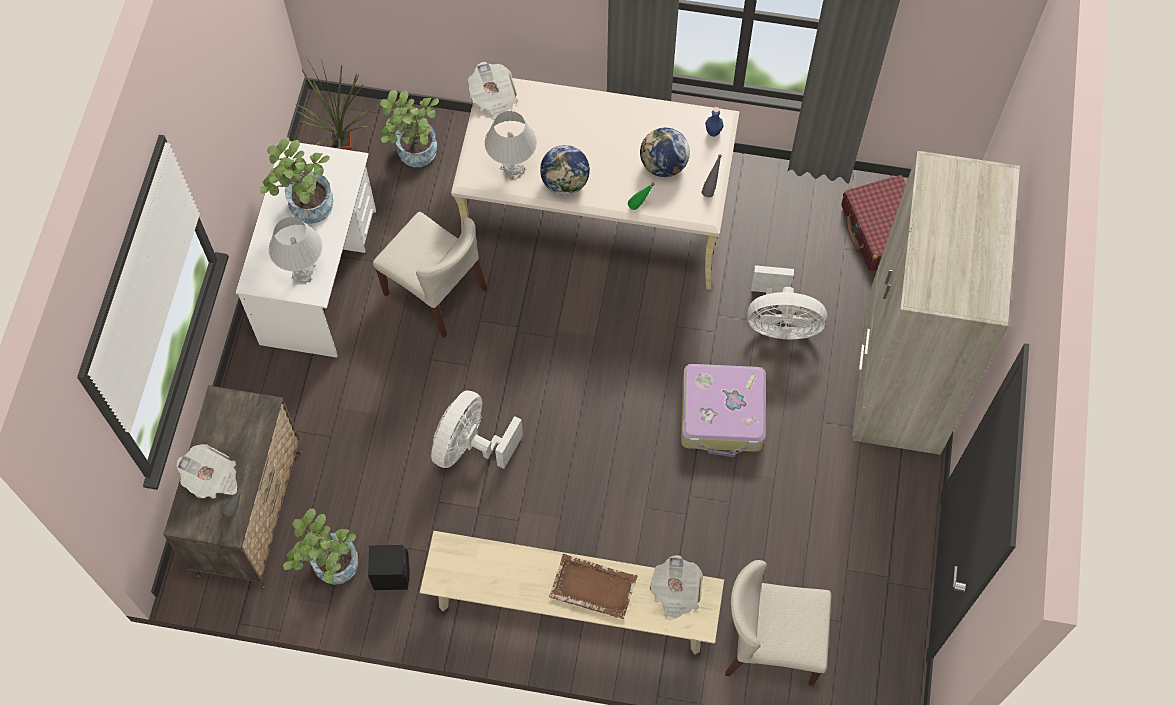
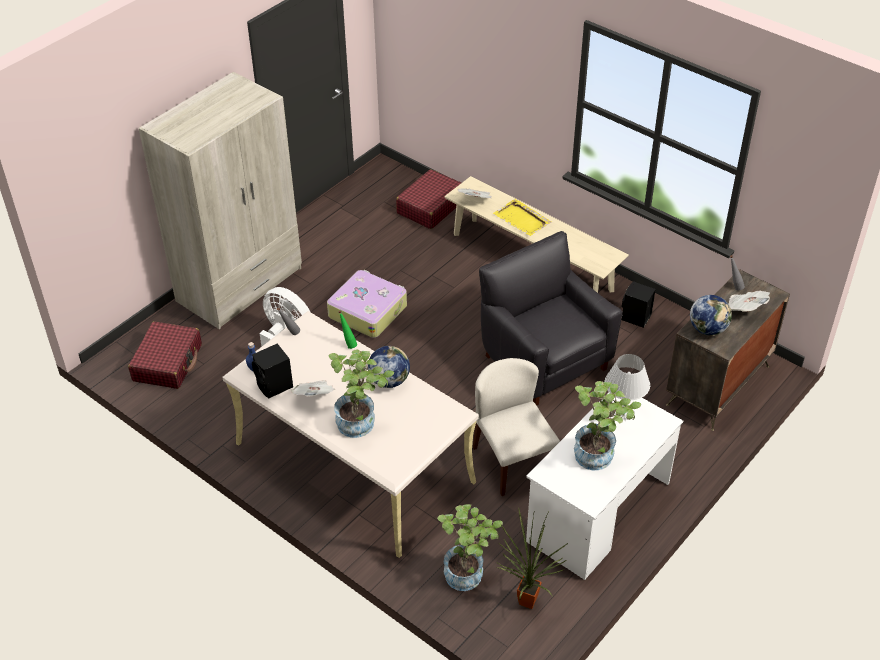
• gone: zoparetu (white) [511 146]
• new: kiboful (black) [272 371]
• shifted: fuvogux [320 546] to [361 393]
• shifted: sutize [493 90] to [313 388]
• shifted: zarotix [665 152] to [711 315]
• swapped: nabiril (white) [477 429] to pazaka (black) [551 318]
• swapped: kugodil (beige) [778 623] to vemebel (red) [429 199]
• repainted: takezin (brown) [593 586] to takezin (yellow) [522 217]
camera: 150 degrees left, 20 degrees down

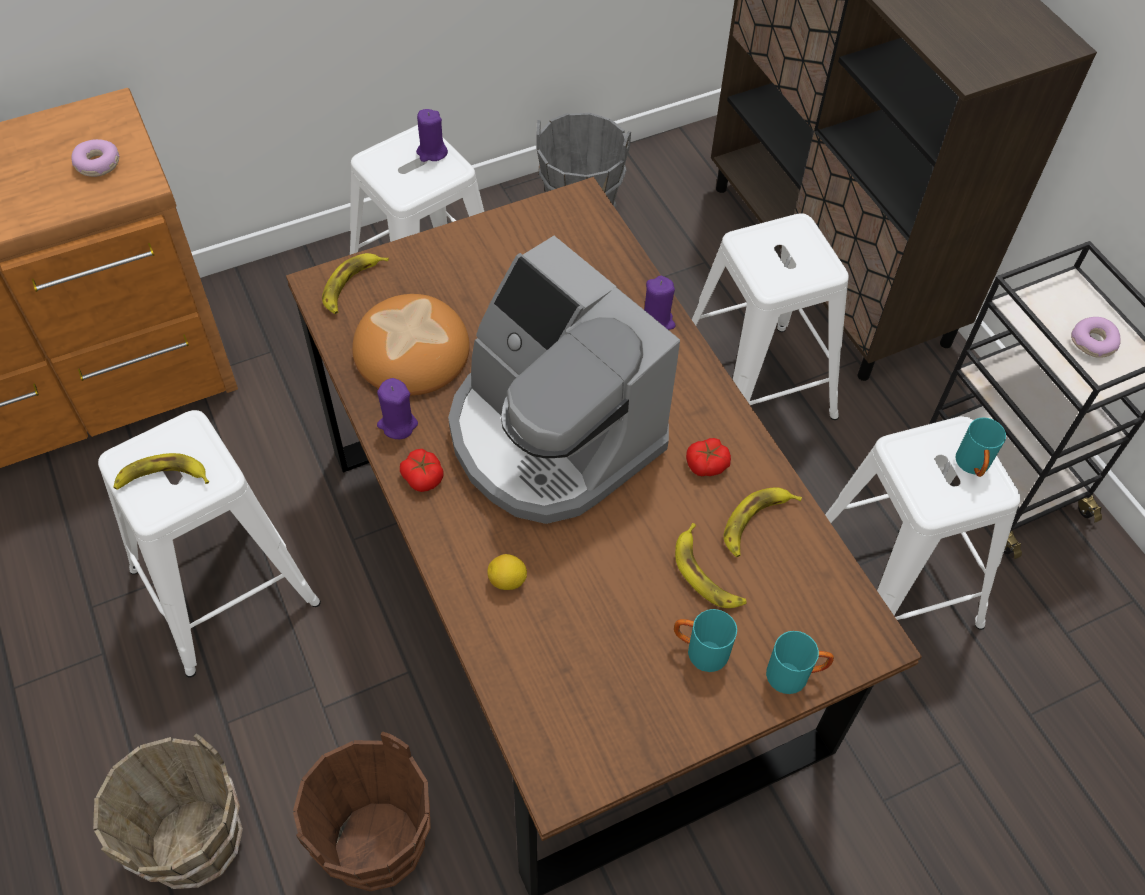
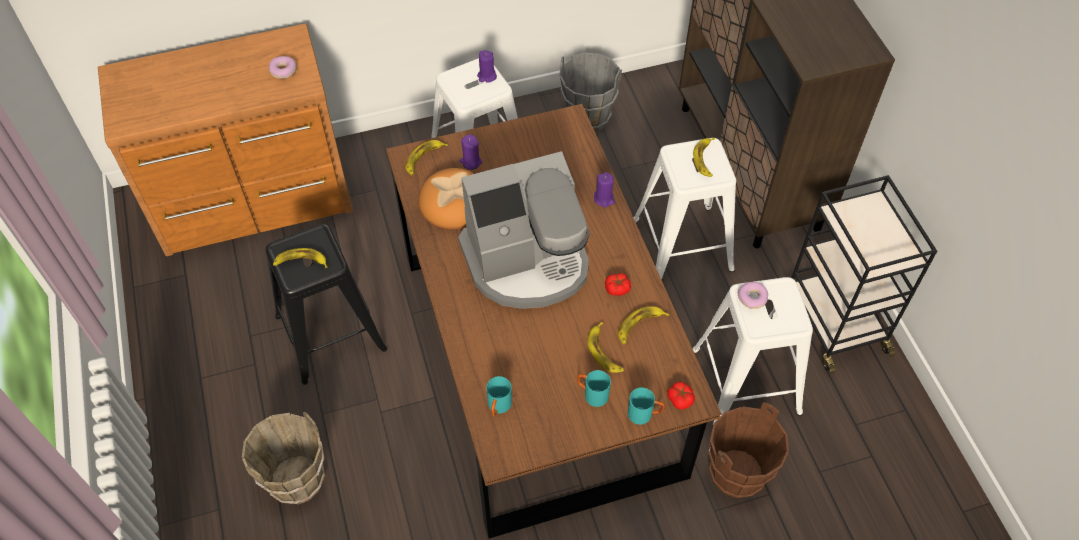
• gone: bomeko [507 572]
• new: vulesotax [704 157]
• shifted: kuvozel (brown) [362 811] to [748 450]
• shifted: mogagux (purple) [397 408] to [471 152]
• shifted: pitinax [422 470] to [681 395]
• shifted: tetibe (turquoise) [980 447] to [499 396]
• shifted: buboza [1096 337] to [753 295]
• repainted: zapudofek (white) [209 544] to zapudofek (black) [326 304]
• rotated: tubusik [564 380] = [524 230] 75 degrees counterclockwise
camera: 10 degrees right, 0 degrees up

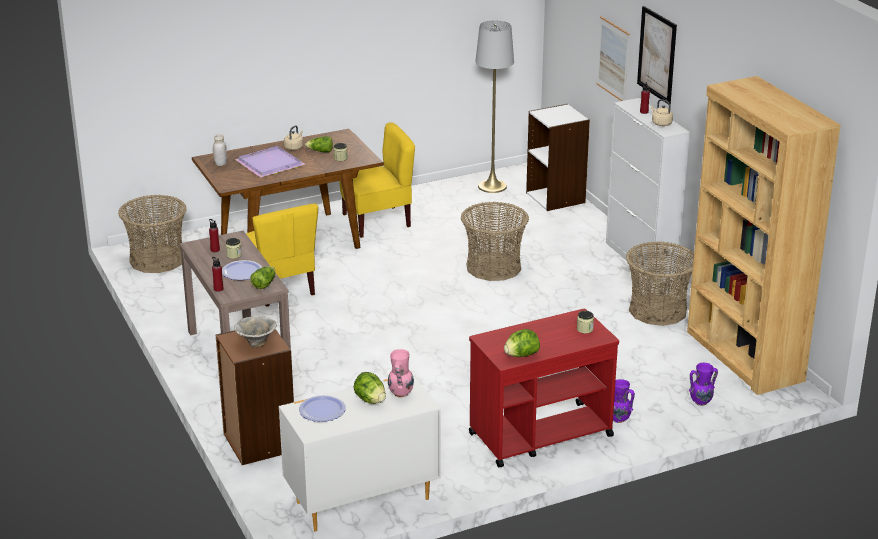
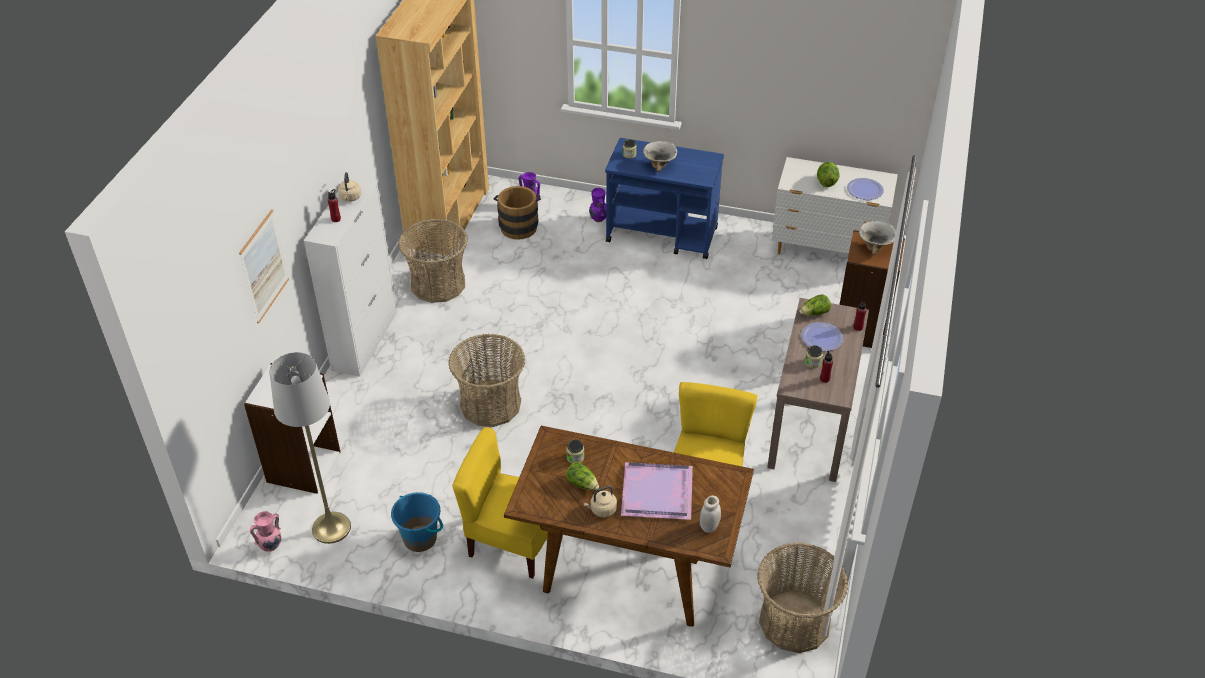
• gone: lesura [522 343]
• gone: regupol [657 55]
• new: kuvozel (blue) [417 522]
• new: kuvozel (brown) [517 213]
• new: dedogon [660 156]
• shifted: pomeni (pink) [401 373] to [265 531]
• repainted: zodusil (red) [544 388] to zodusil (blue) [664 198]
camera: 140 degrees left, 15 degrees up

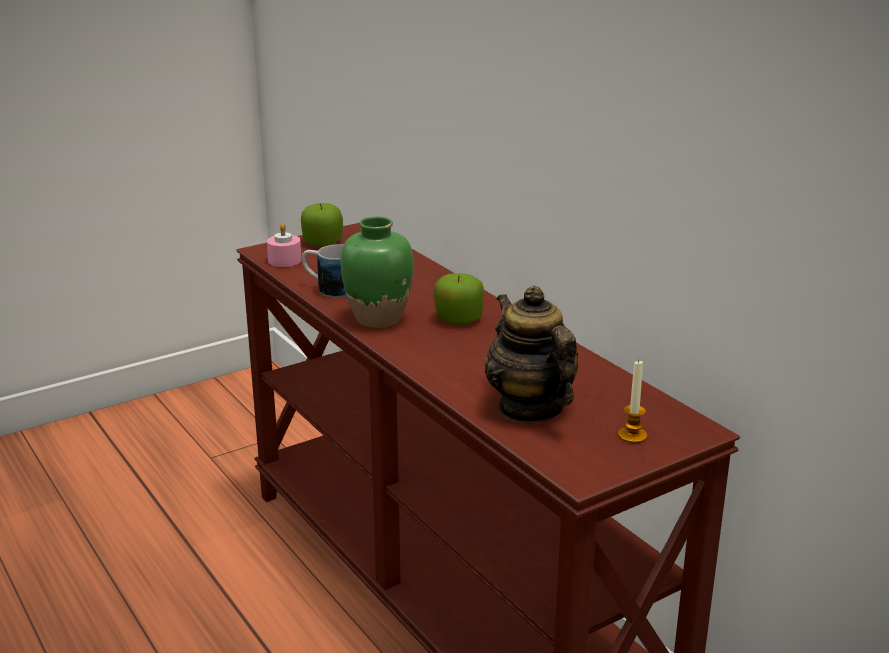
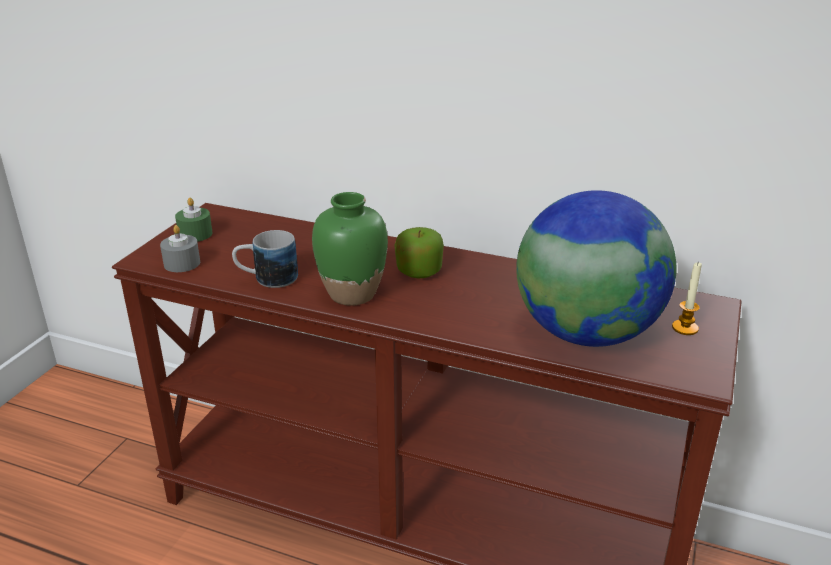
• swapped: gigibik [322 225] to mogagux (green) [194 220]
• swapped: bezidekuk [531 354] to zarotix [596 268]
• repainted: mogagux (pink) [284 245] to mogagux (grey) [180 248]
camera: 35 degrees left, 5 degrees up

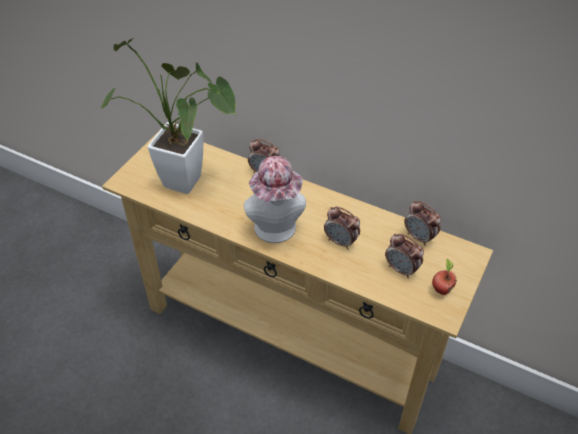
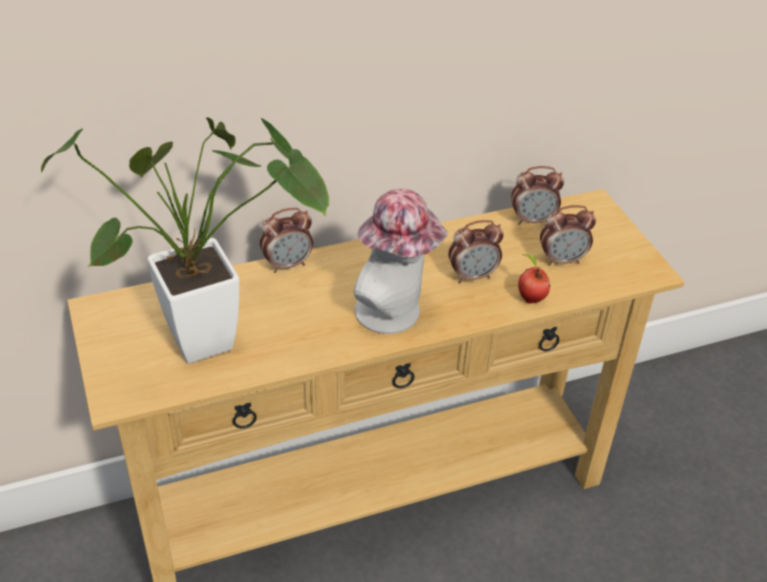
• shifted: gigibik [444 277] to [534 278]
camera: 50 degrees left, 5 degrees down

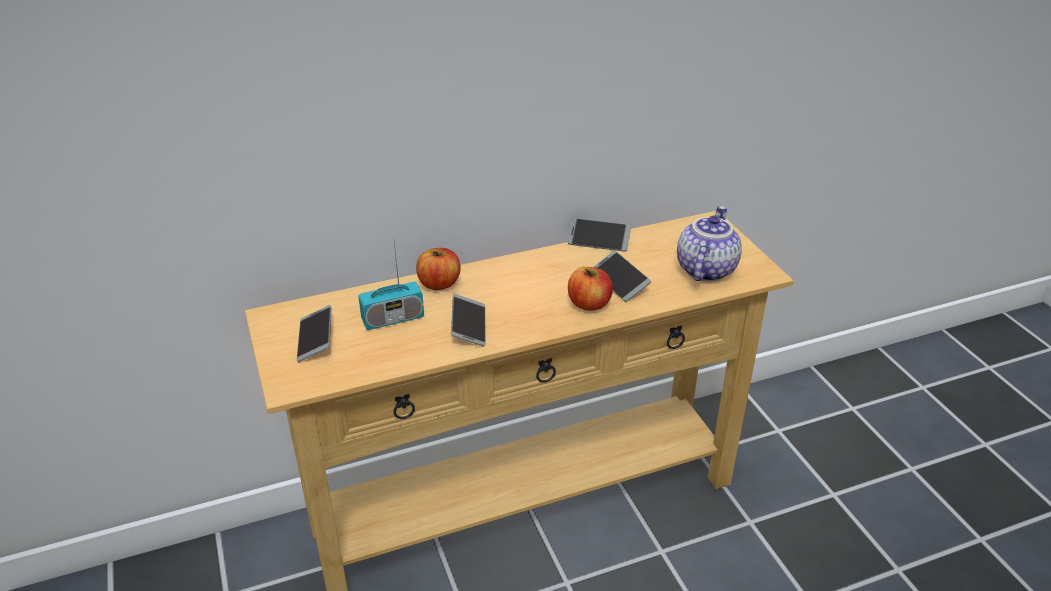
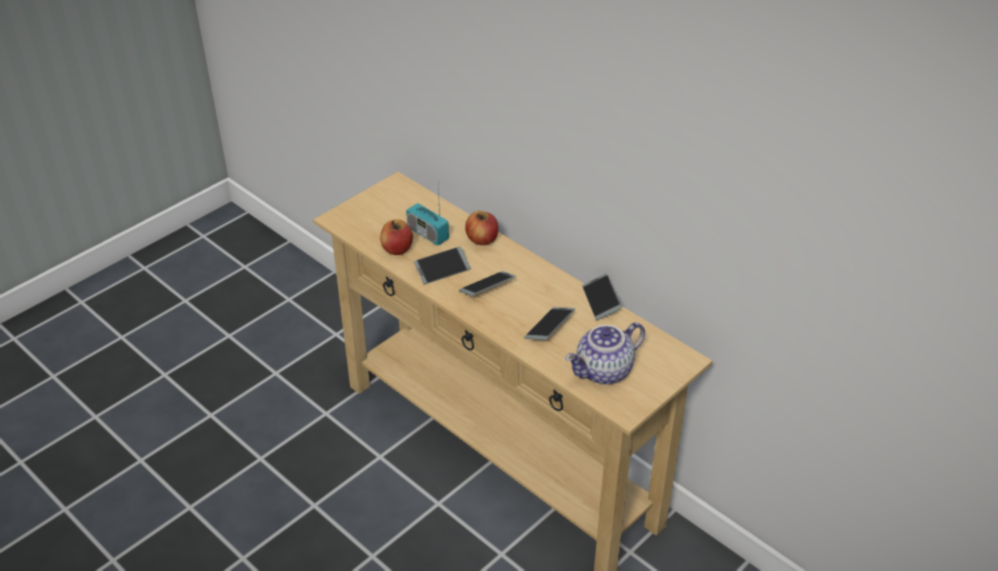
• shifted: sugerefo [314 333] to [487 283]
• shifted: gigibik [590 289] to [396 237]
• rotated: bezidekuk [709 243] = [605 353] 150 degrees clockwise
camera: 65 degrees right, 5 degrees up

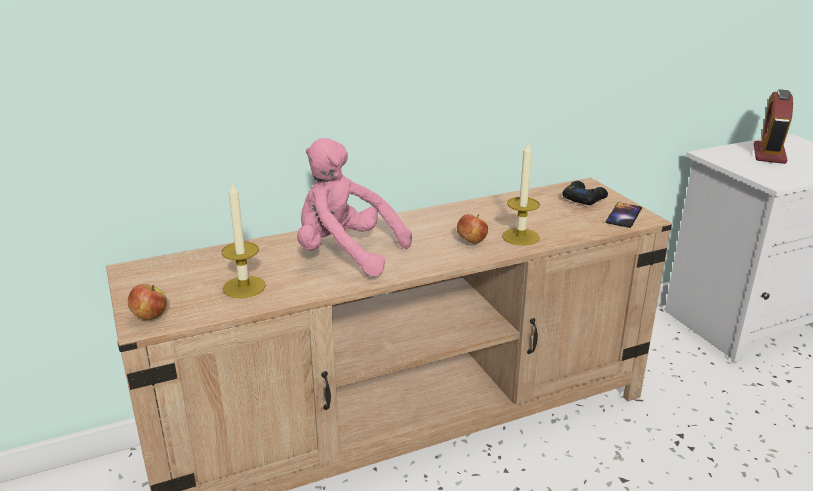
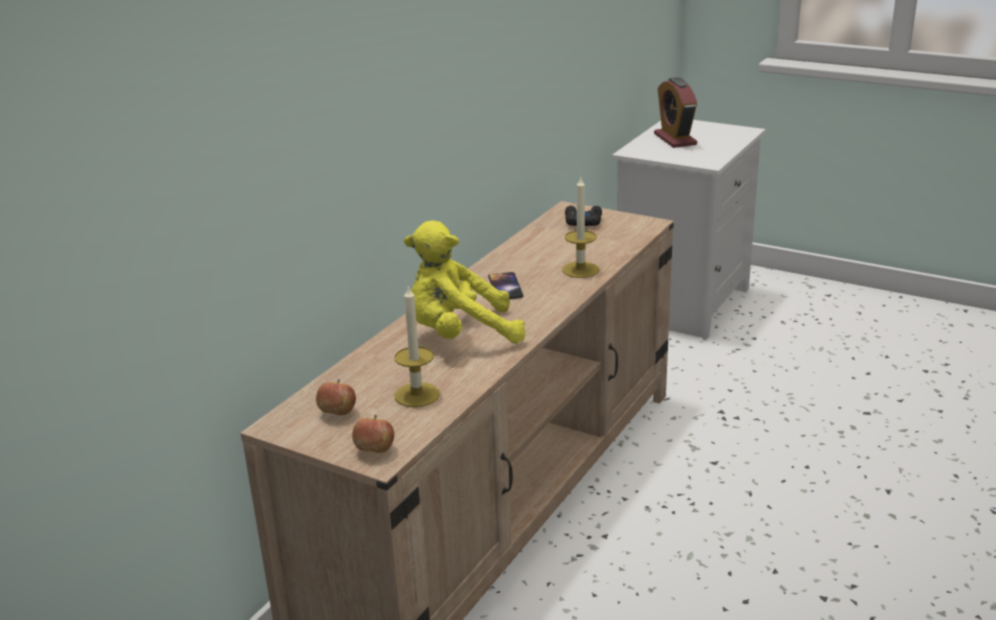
• shifted: gigibik [472 229] to [336 397]
• shifted: sugerefo [624 215] to [505 285]
• repainted: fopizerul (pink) [354 207] to fopizerul (yellow) [465 282]
camera: 35 degrees left, 0 degrees up

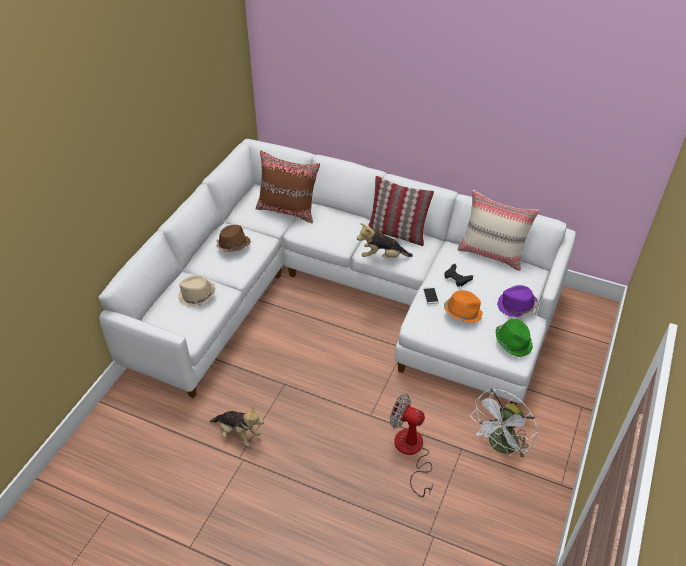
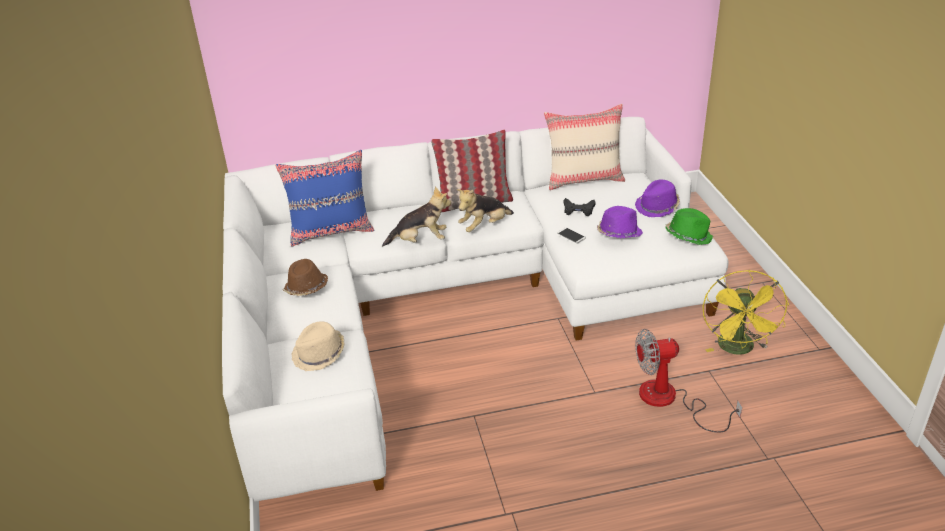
• shifted: fopizerul [237 426] to [416 216]
• repainted: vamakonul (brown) [288 186] to vamakonul (blue) [325 198]
• repainted: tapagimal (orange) [463 306] to tapagimal (purple) [620 222]
• repainted: nabiril (white) [504 423] to nabiril (yellow) [746 312]
camera: 35 degrees left, 10 degrees down

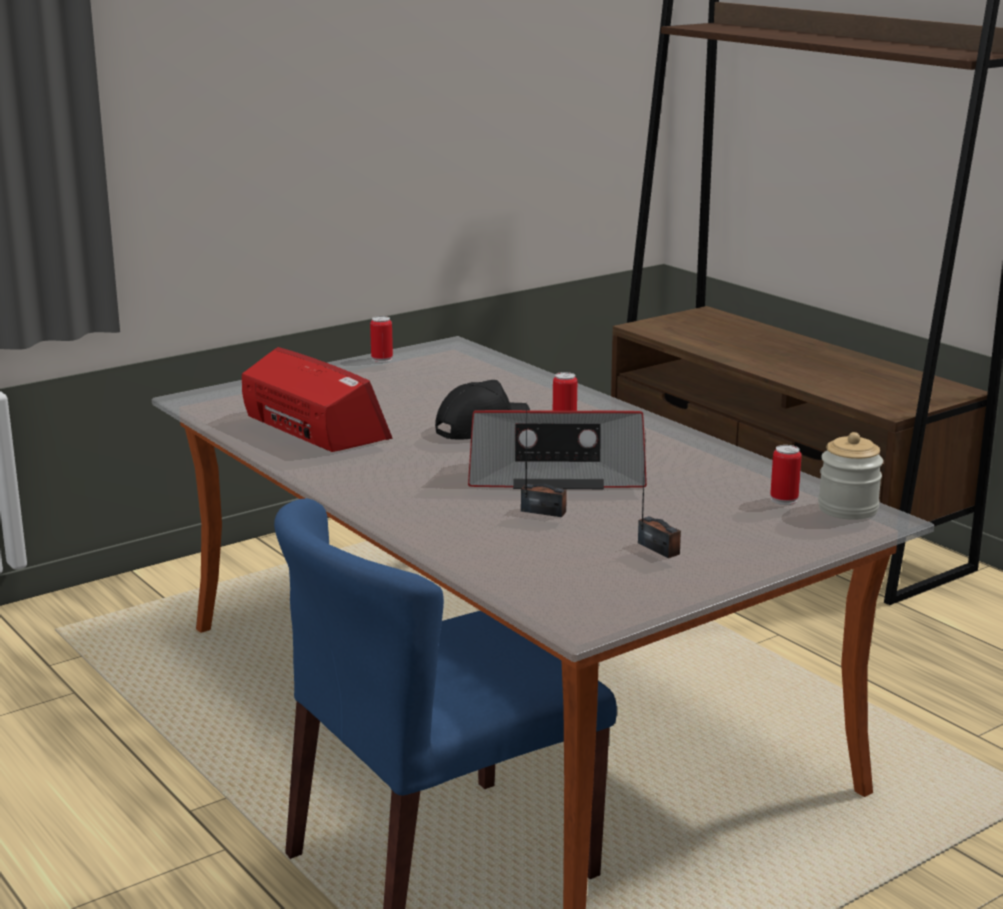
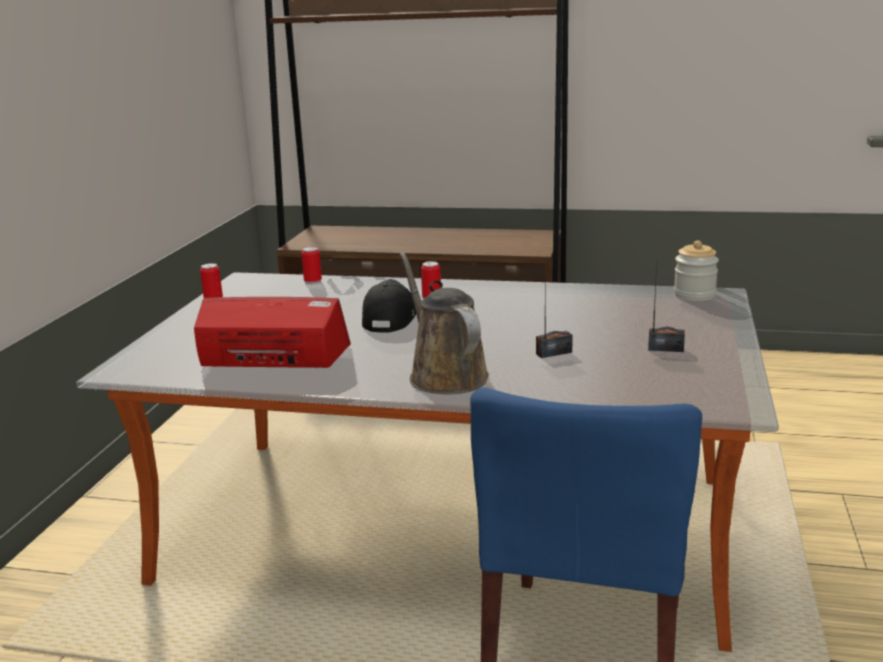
• gone: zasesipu [557 449]
• new: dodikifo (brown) [444 323]
• shifted: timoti [786 475] to [311 266]
camera: 40 degrees left, 0 degrees up

